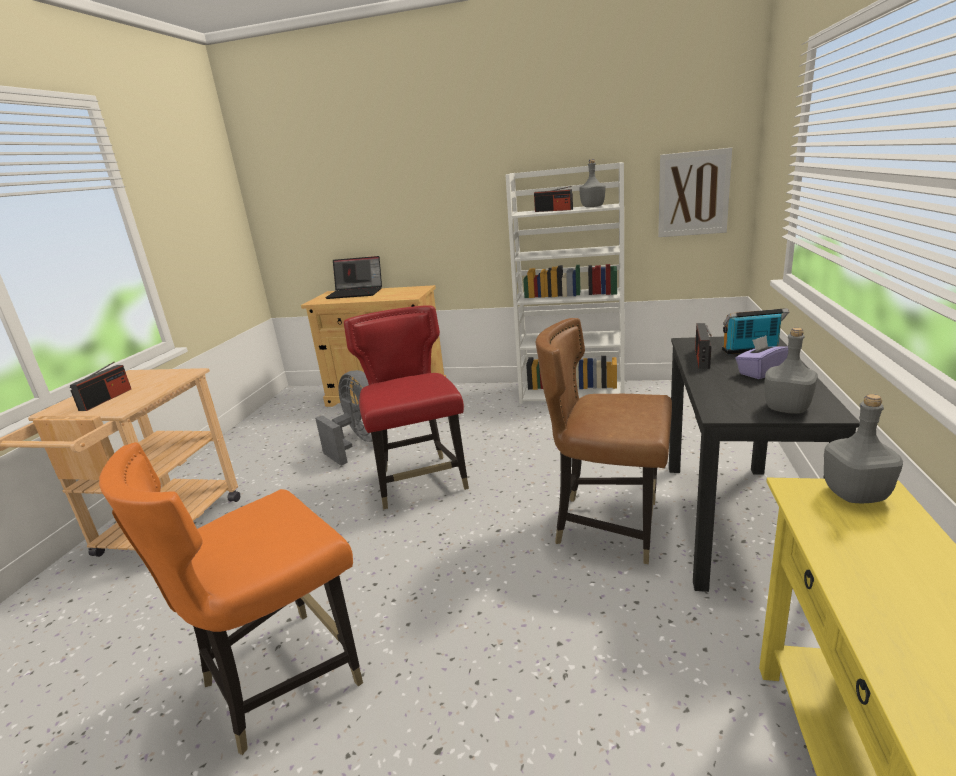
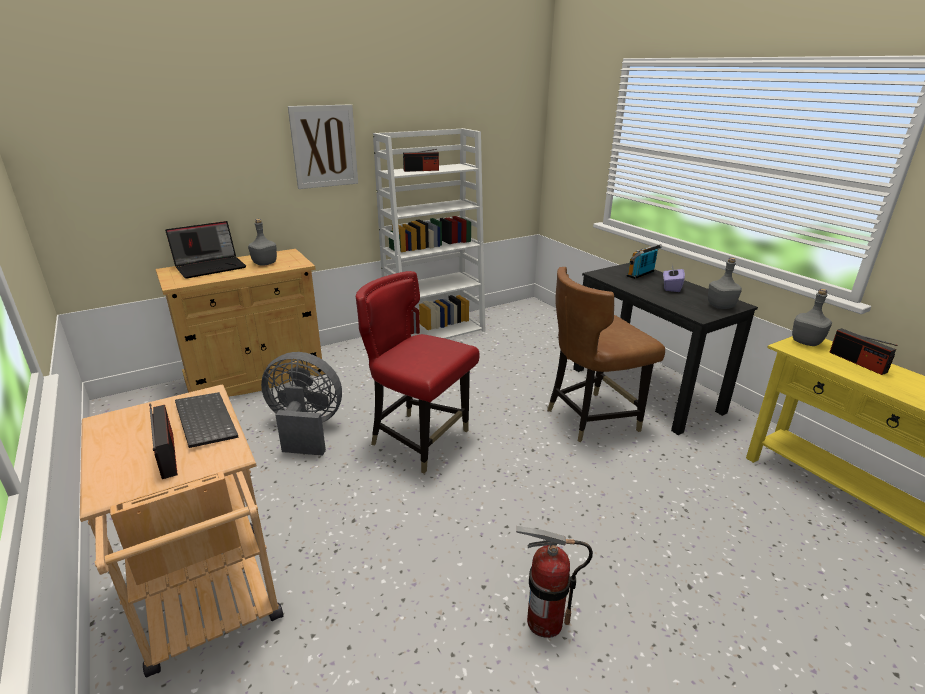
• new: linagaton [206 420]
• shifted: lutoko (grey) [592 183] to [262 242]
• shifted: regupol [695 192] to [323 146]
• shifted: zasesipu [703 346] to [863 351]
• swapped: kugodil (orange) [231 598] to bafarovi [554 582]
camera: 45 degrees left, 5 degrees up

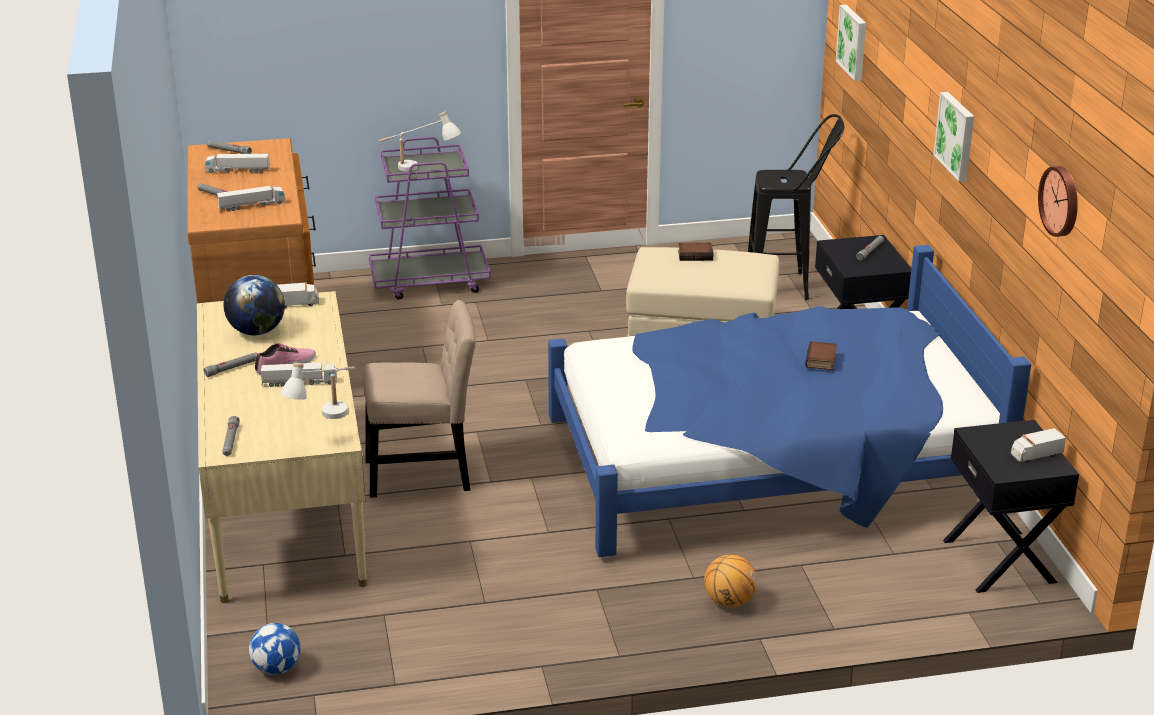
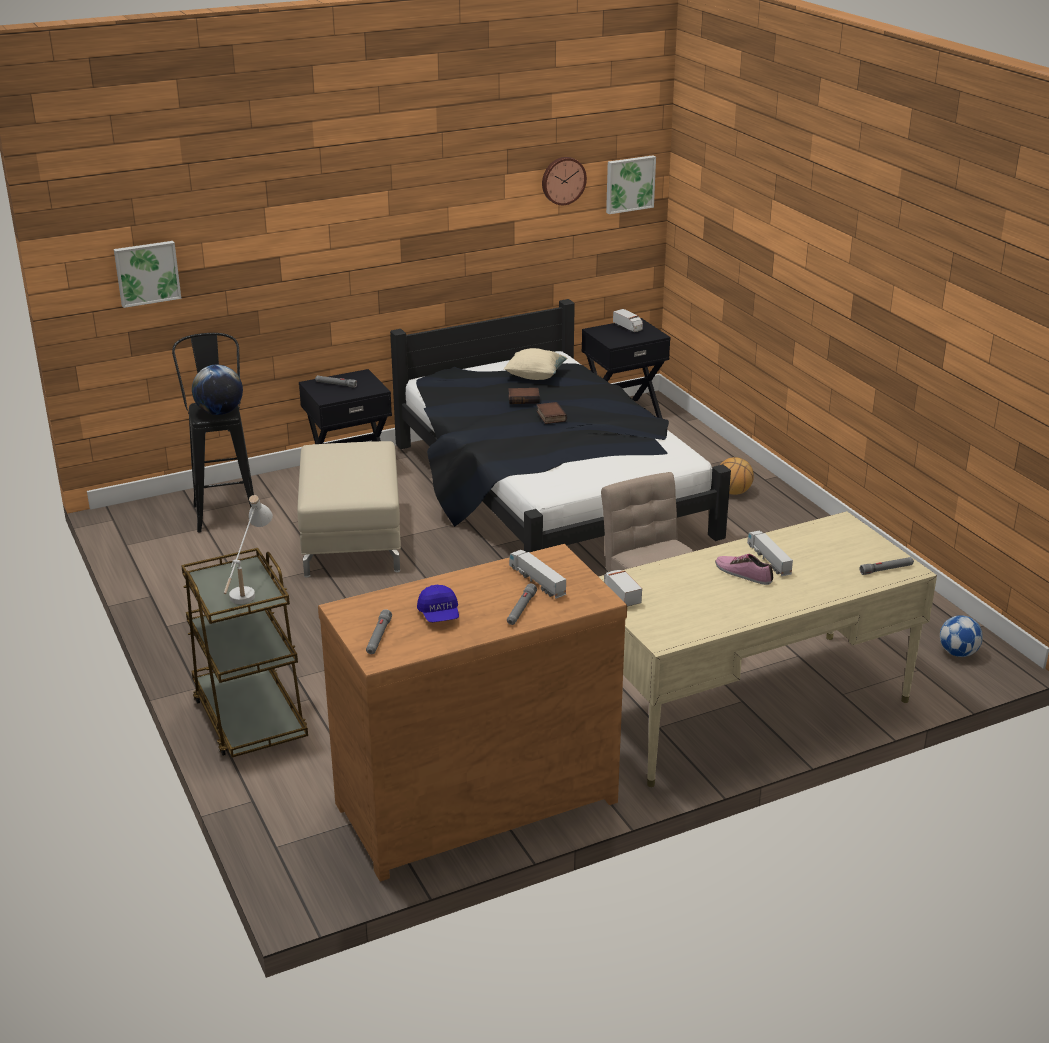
• gone: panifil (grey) [230 364]
• gone: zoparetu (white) [317 390]
• new: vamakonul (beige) [535 364]
• shifted: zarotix [254 305] to [217 390]
• shifted: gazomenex [695 252] to [552 413]
• shifted: regupol [953 137] to [631 184]
• swapped: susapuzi [237 163] to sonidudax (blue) [438 603]
• repainted: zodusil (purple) [430 218] to zodusil (brown) [244 653]
• repainted: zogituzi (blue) [789 401] to zogituzi (black) [560 425]
camera: 105 degrees left, 0 degrees up

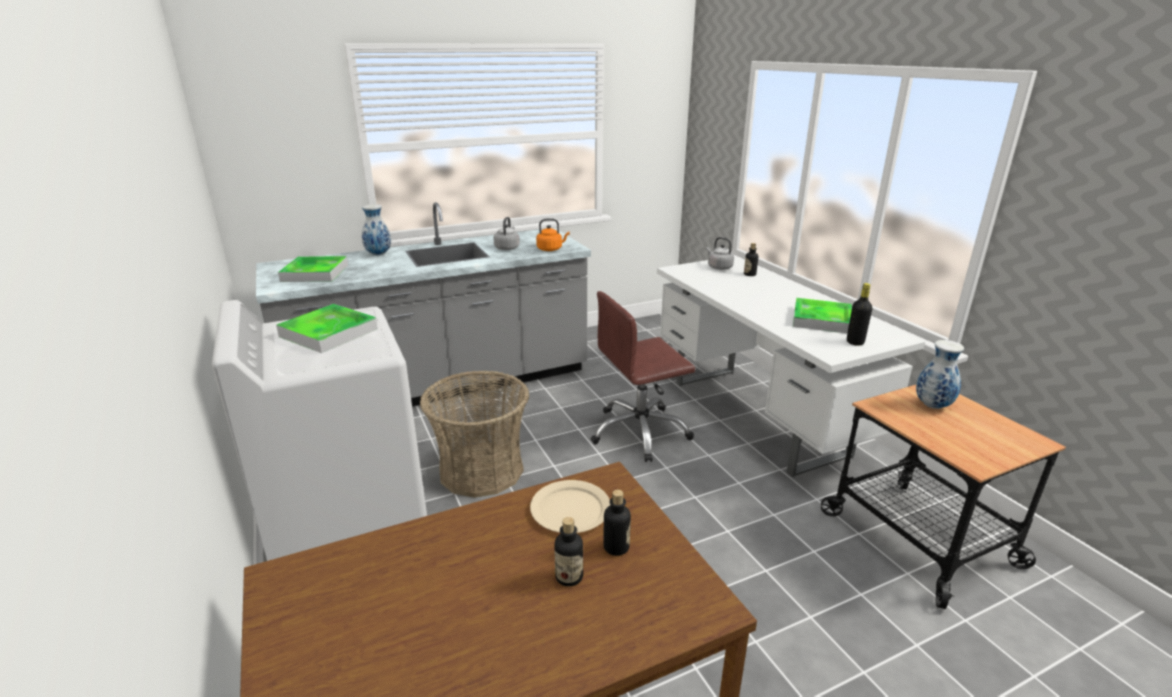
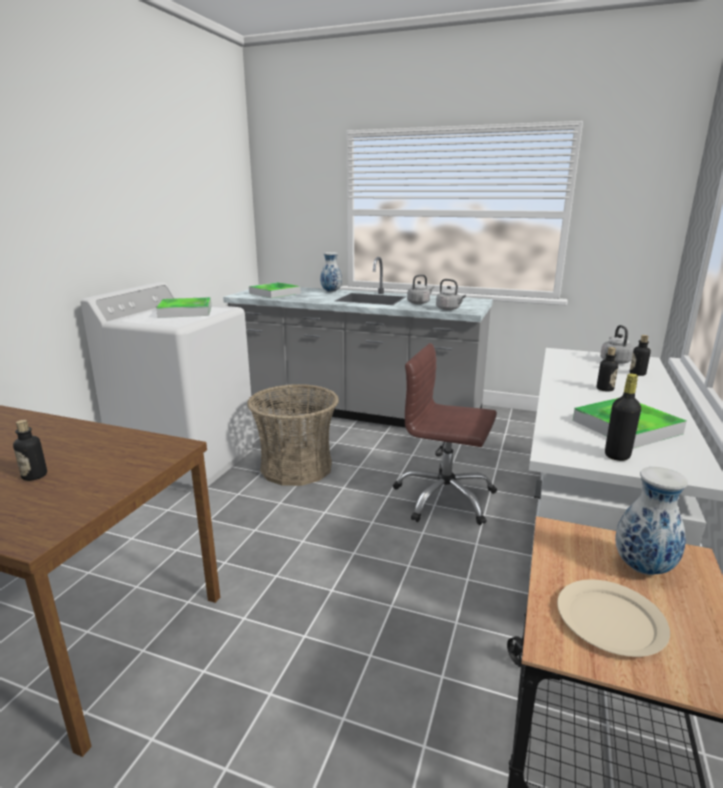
• shifted: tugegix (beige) [570 506] to [613 618]
• shifted: lutoko [617 523] to [607 369]
• repainted: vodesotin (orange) [553 234] to vodesotin (grey) [451 294]
camera: 45 degrees right, 5 degrees down

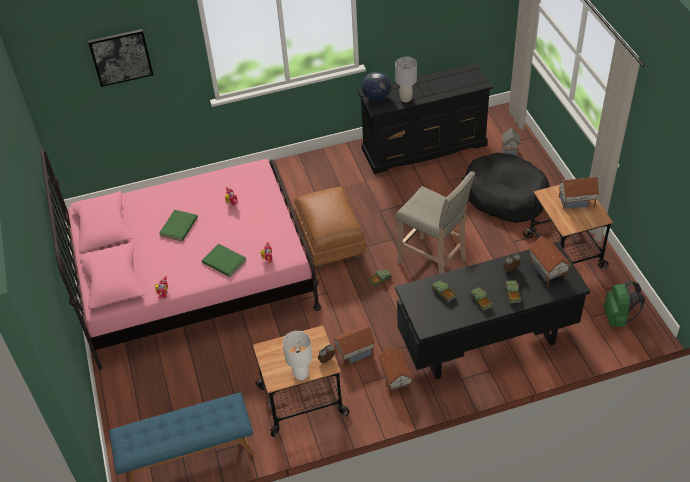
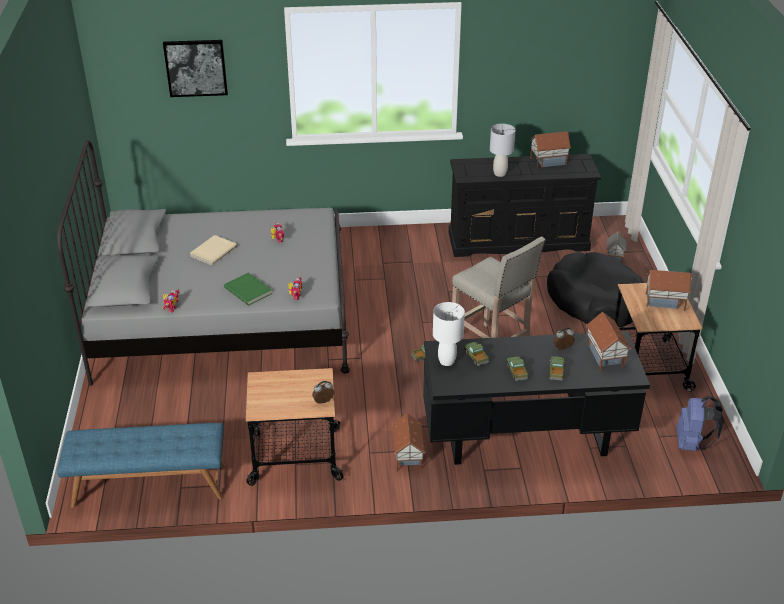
• gone: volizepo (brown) [330 227]
• gone: zarotix [376 86]
• shifted: zoparetu (white) [297 355] to [449 334]
• shifted: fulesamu [354 346] to [550 149]
• repainted: zogituzi (pink) [180 259] to zogituzi (grey) [203 263]
• repainted: gazomenex (green) [178 225] to gazomenex (beige) [213 250]
• repainted: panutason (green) [624 304] to panutason (blue) [700 423]
camera: 10 degrees right, 10 degrees down

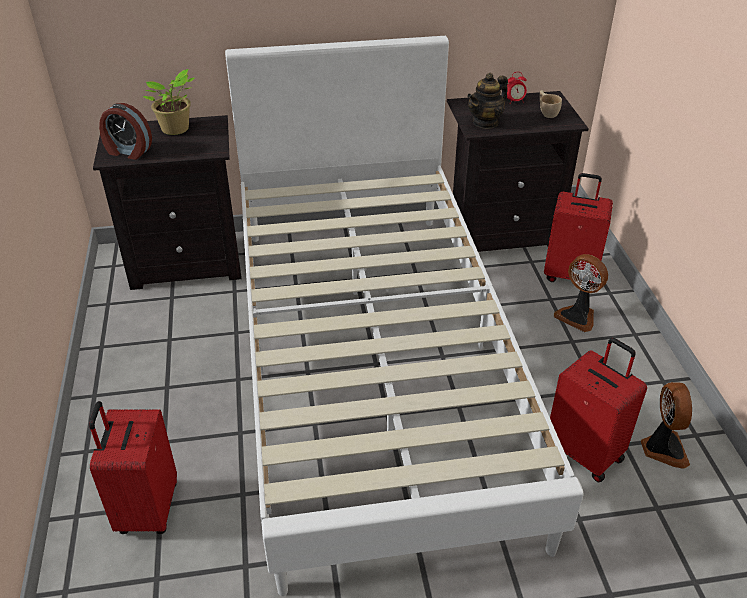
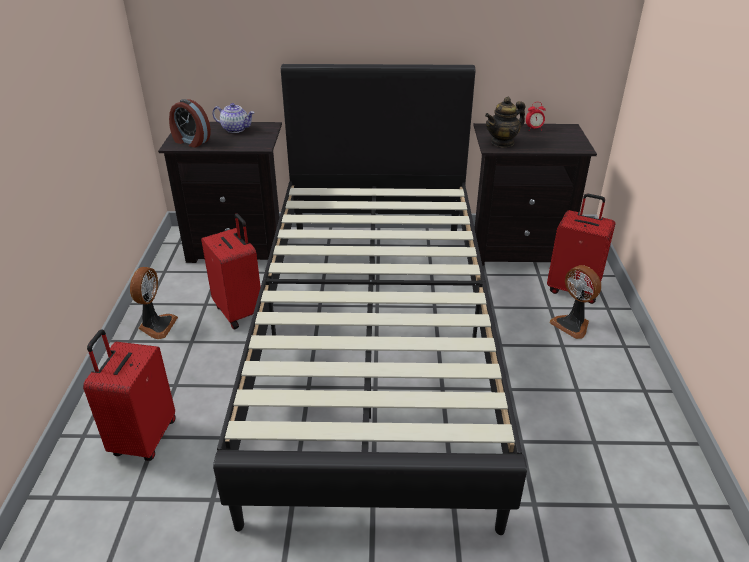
• gone: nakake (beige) [551 104]
• shifted: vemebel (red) [598 410] to [231 271]
• shifted: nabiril [666 425] to [154 303]
• swapped: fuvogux [169 102] to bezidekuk [233 118]
• repainted: zogituzi (white) [404 316] to zogituzi (black) [370 299]
camera: 10 degrees right, 5 degrees down

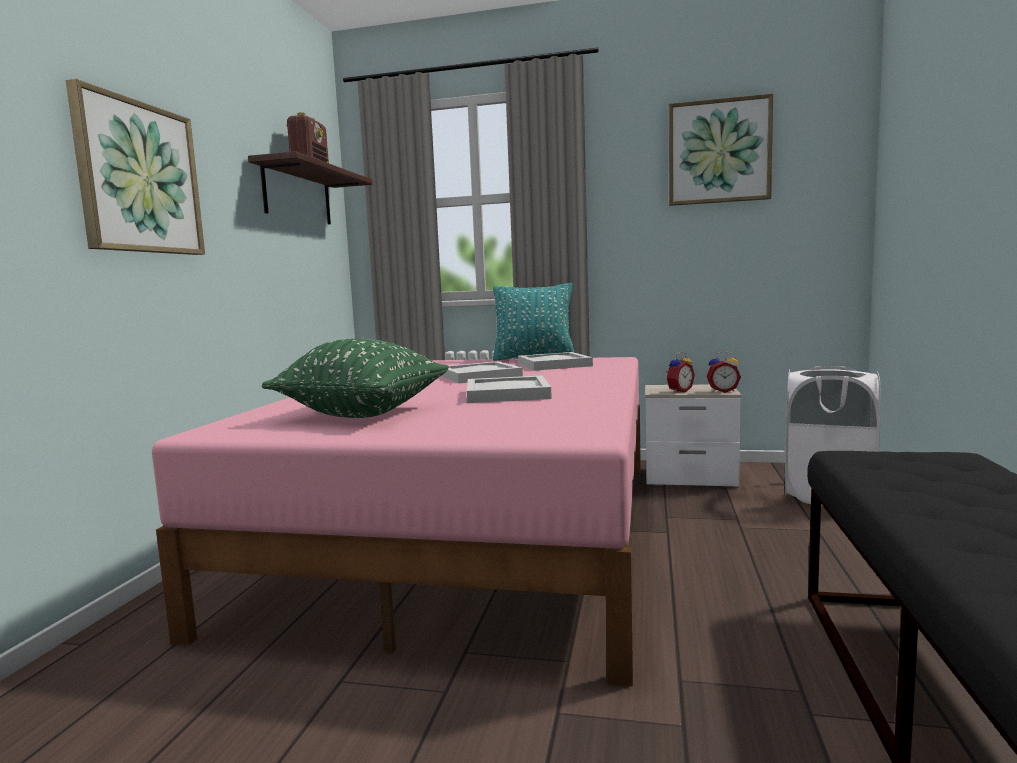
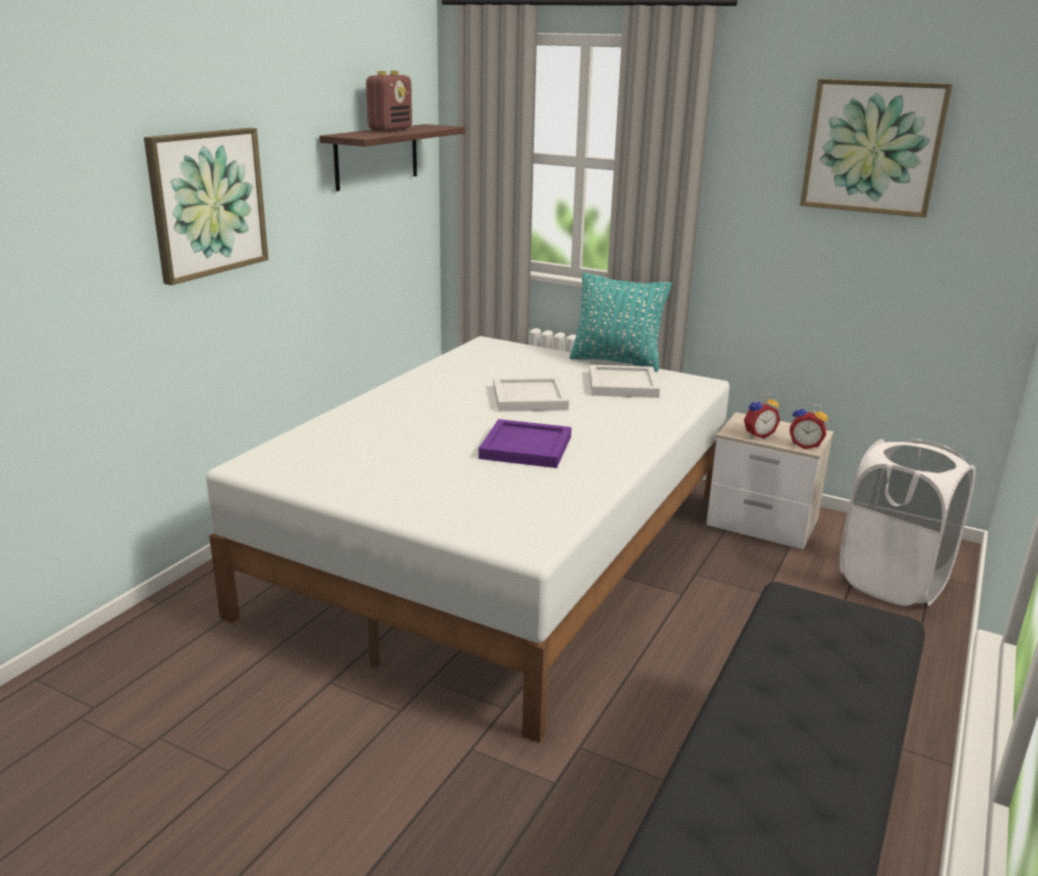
• gone: vamakonul (green) [355 378]
• repainted: zogituzi (pink) [396 522] to zogituzi (white) [468 539]
• repainted: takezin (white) [509 389] to takezin (purple) [525 443]
camera: 15 degrees right, 15 degrees up

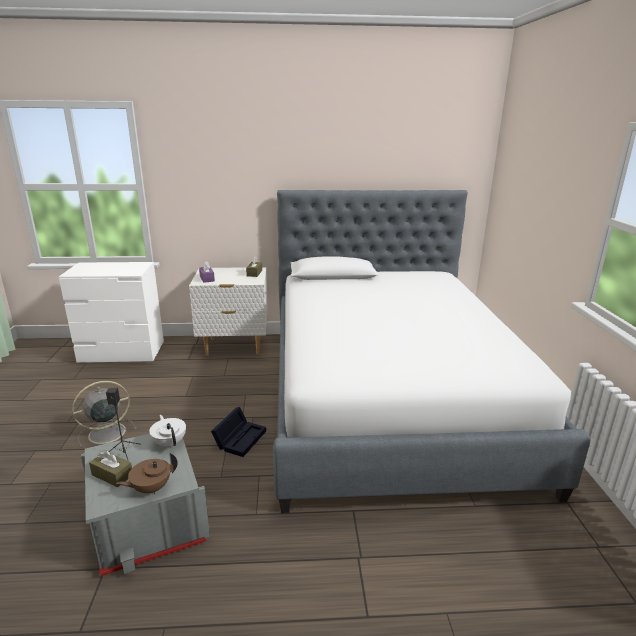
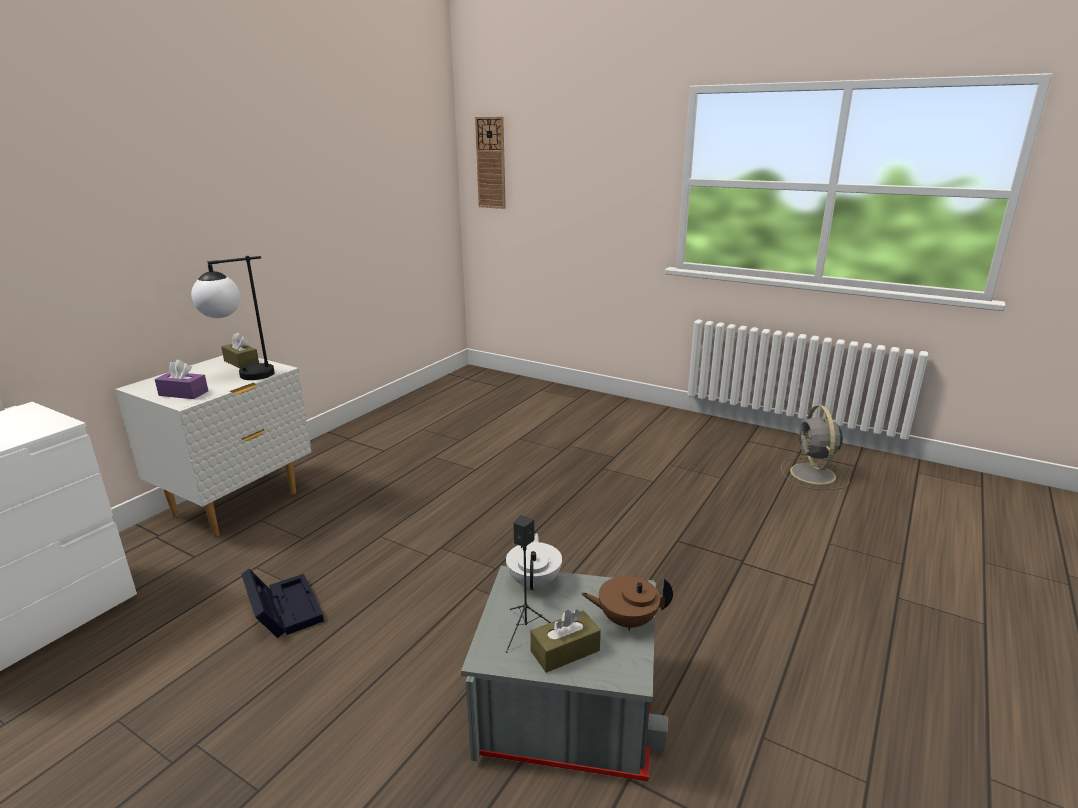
• gone: zogituzi [431 351]
• new: zoparetu [233 318]
• new: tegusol [490 163]
• shifted: nabiril (grey) [104 415] to [815 447]
• shifted: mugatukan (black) [238 432] to [282 603]
• rotated: bezidekuk (brown) [147 473] = [627 603] 90 degrees clockwise
• rotated: bezidekuk (white) [167 431] = [534 562] 90 degrees clockwise
camera: 55 degrees left, 0 degrees up

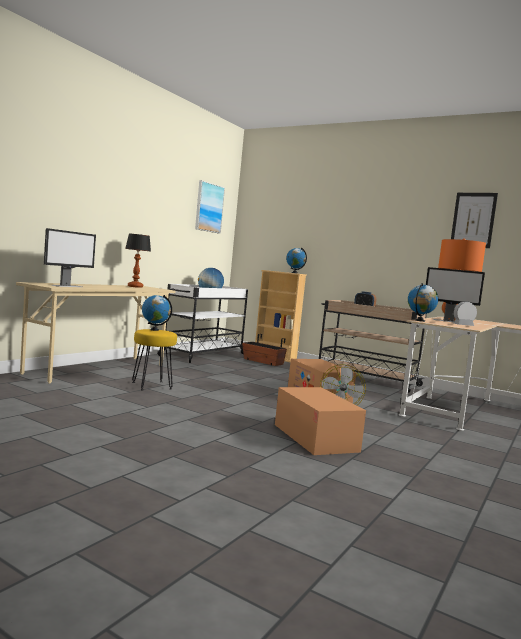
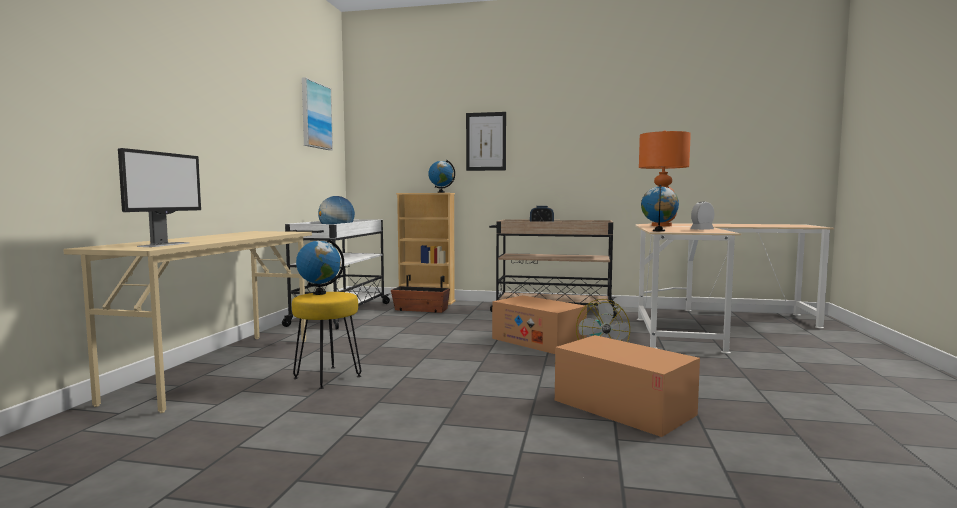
• gone: zoparetu [138 261]
• gone: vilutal [455 294]
• shifted: regupol [474 220] to [486 141]
camera: 20 degrees left, 0 degrees up

